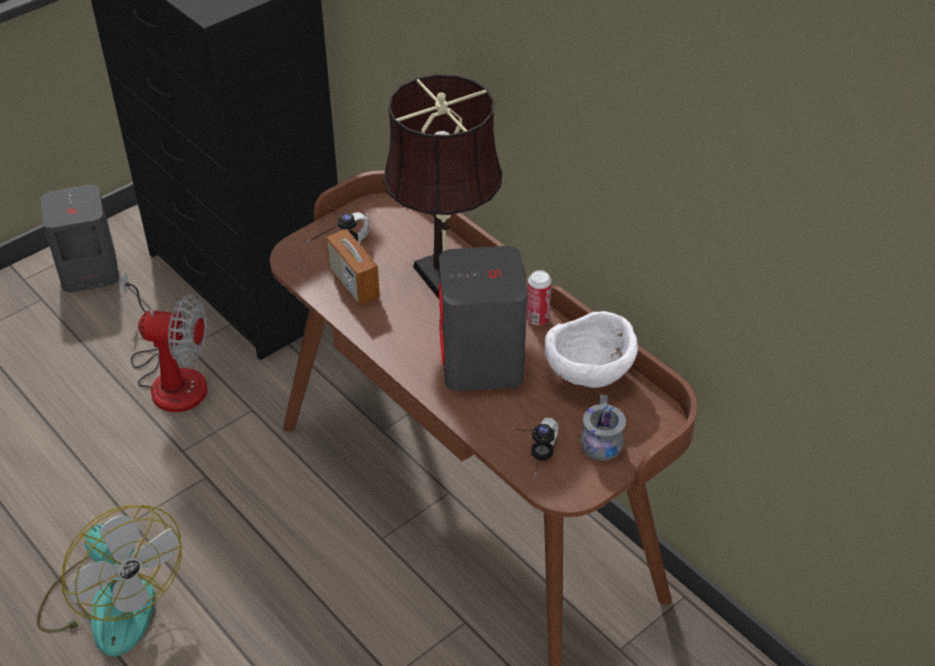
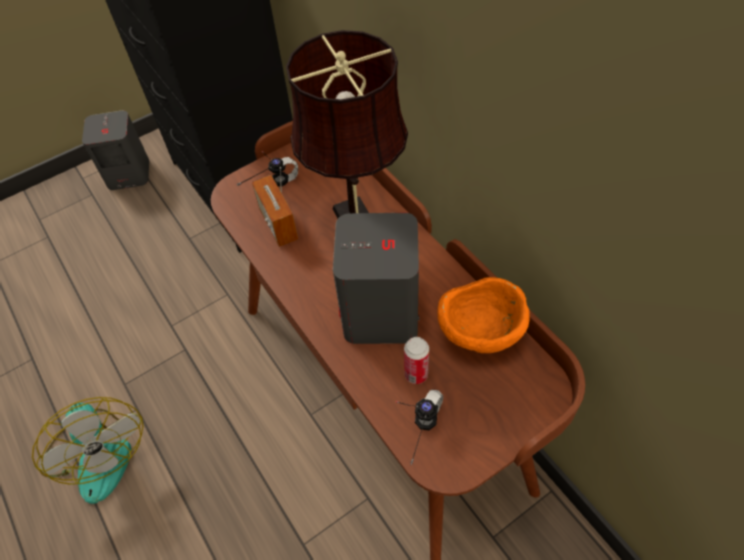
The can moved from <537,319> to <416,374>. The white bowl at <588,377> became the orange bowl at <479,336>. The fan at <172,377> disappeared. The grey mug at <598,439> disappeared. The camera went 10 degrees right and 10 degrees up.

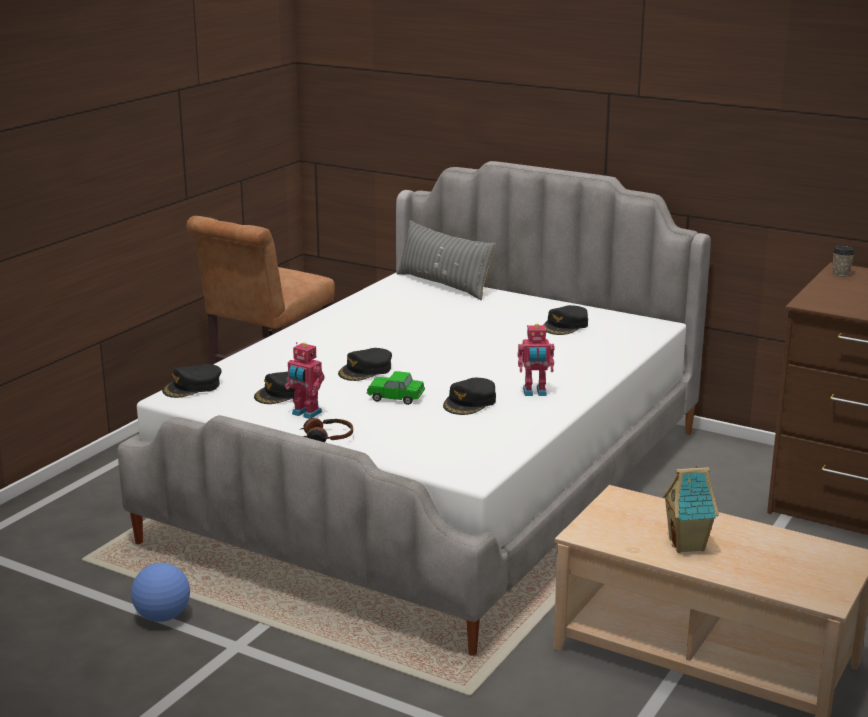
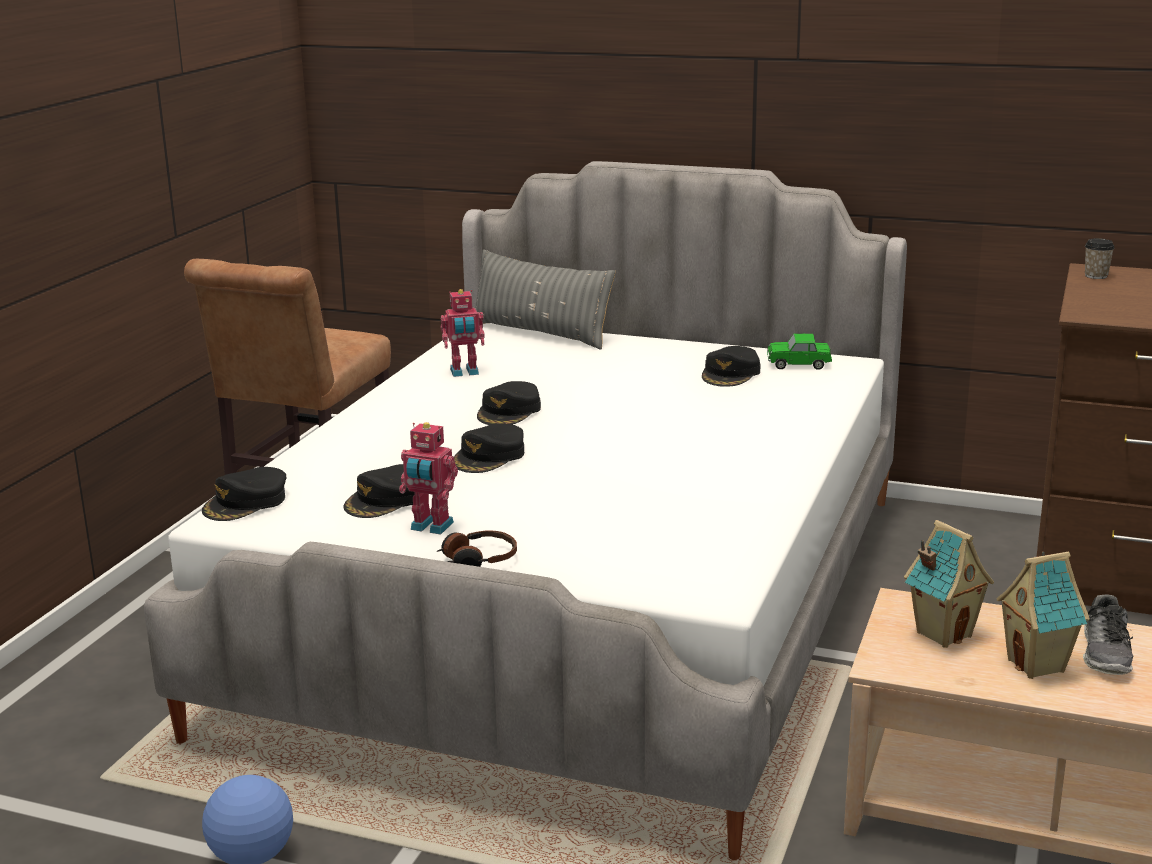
The toy robot moved from <535,392> to <464,372>. The black cap moved from <470,403> to <509,412>. The toy car moved from <395,398> to <798,364>. The toy house at <943,633> appeared. The shoe at <1106,654> appeared. The camera went 10 degrees left and 0 degrees up.

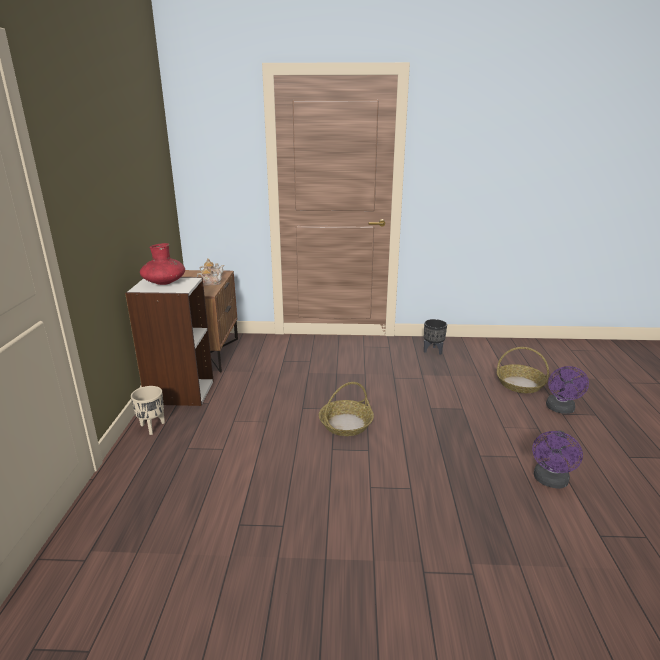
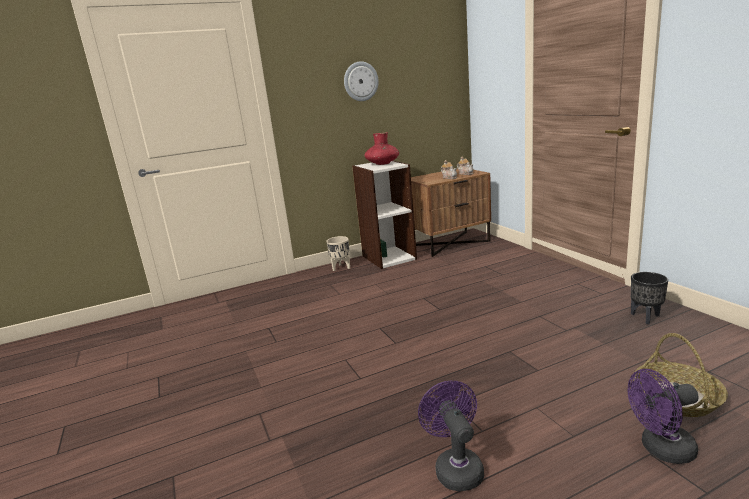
The wall clock at <360,81> appeared. The purple fan at <550,481> turned 75 degrees clockwise. The basket at <346,424> disappeared. The camera went 65 degrees right and 5 degrees down.

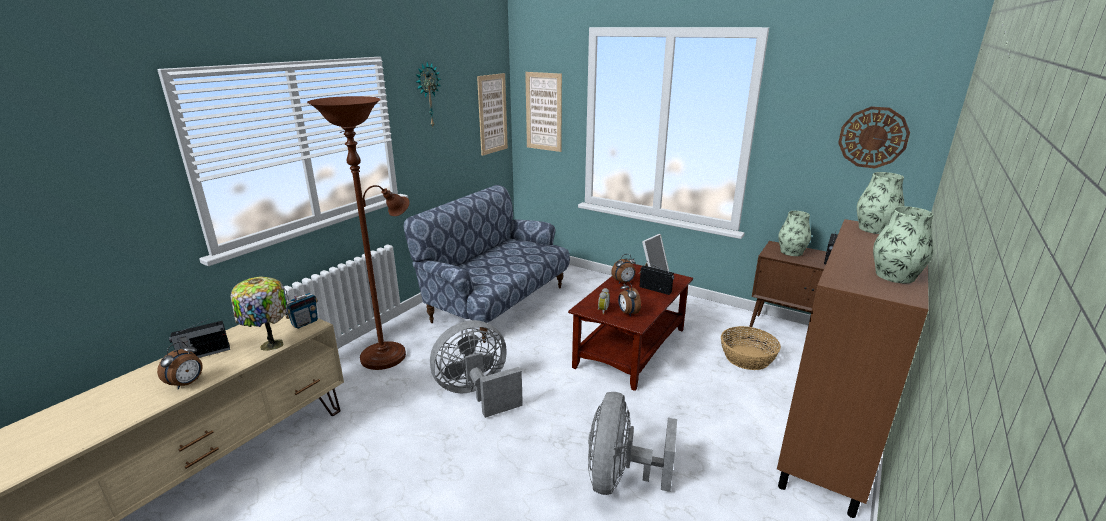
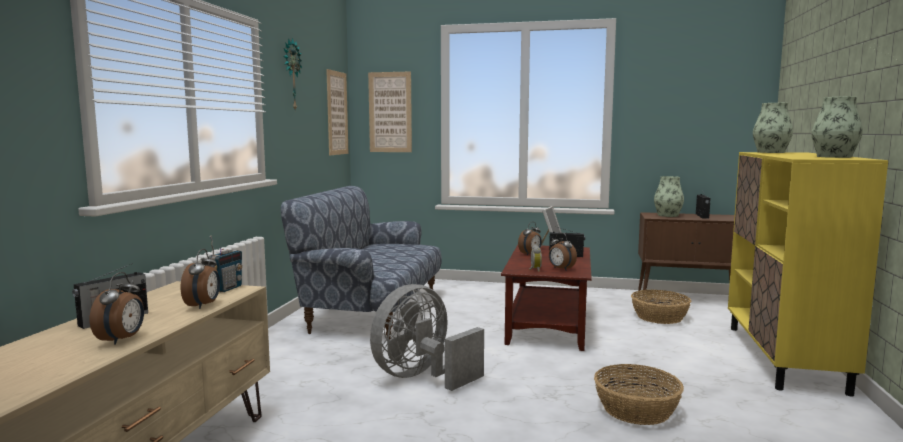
The table lamp at <270,346> was replaced by the alarm clock at <203,305>. The grey fan at <620,478> was replaced by the basket at <637,410>. The brown cabinet at <828,444> became the yellow cabinet at <783,358>. The brown floor lamp at <388,354> disappeared. The wall clock at <873,137> disappeared. The camera went 20 degrees left and 15 degrees down.

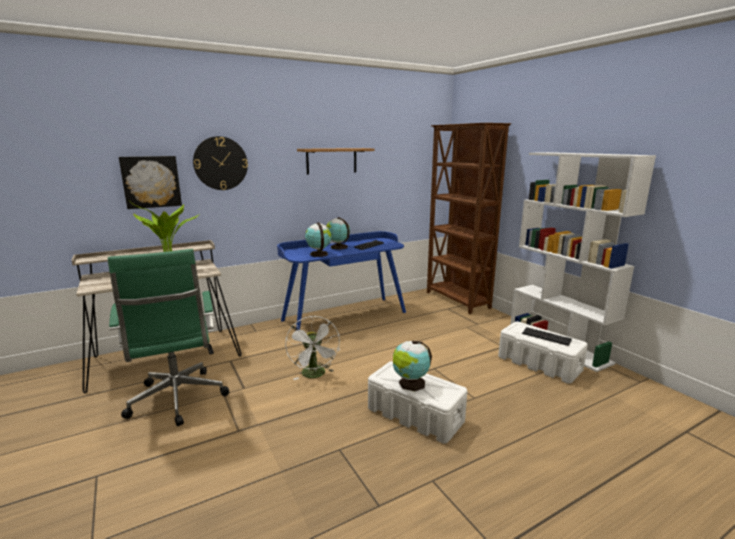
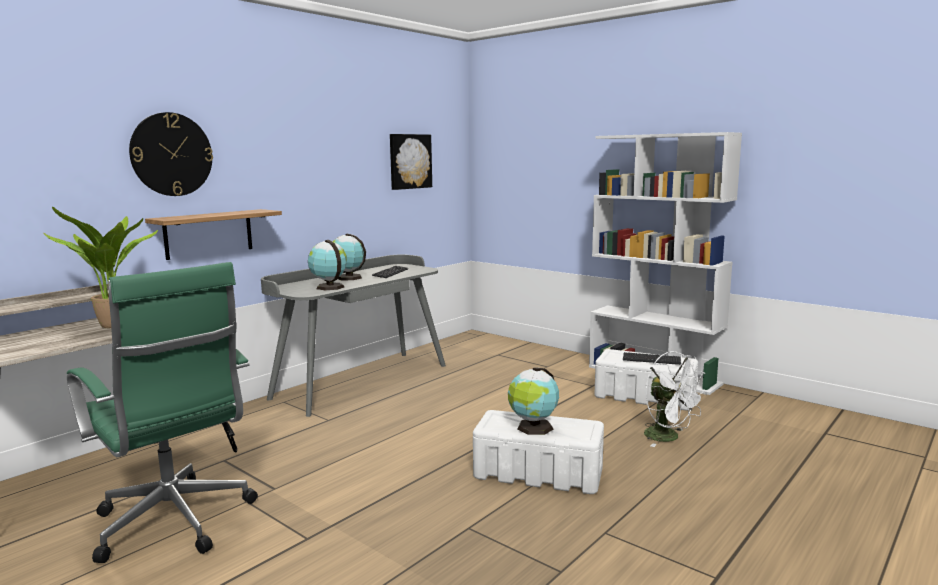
The shelf moved from <331,161> to <209,234>. The blue desk at <344,316> became the grey desk at <361,381>. The picture moved from <151,181> to <409,161>. The white fan moved from <315,375> to <668,438>. The brown bookcase at <457,300> disappeared. The camera went 20 degrees left and 5 degrees down.

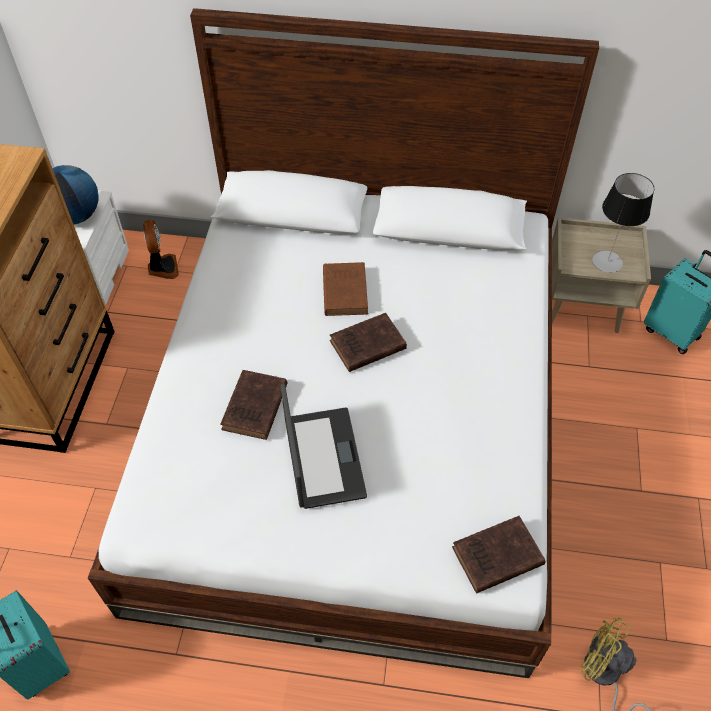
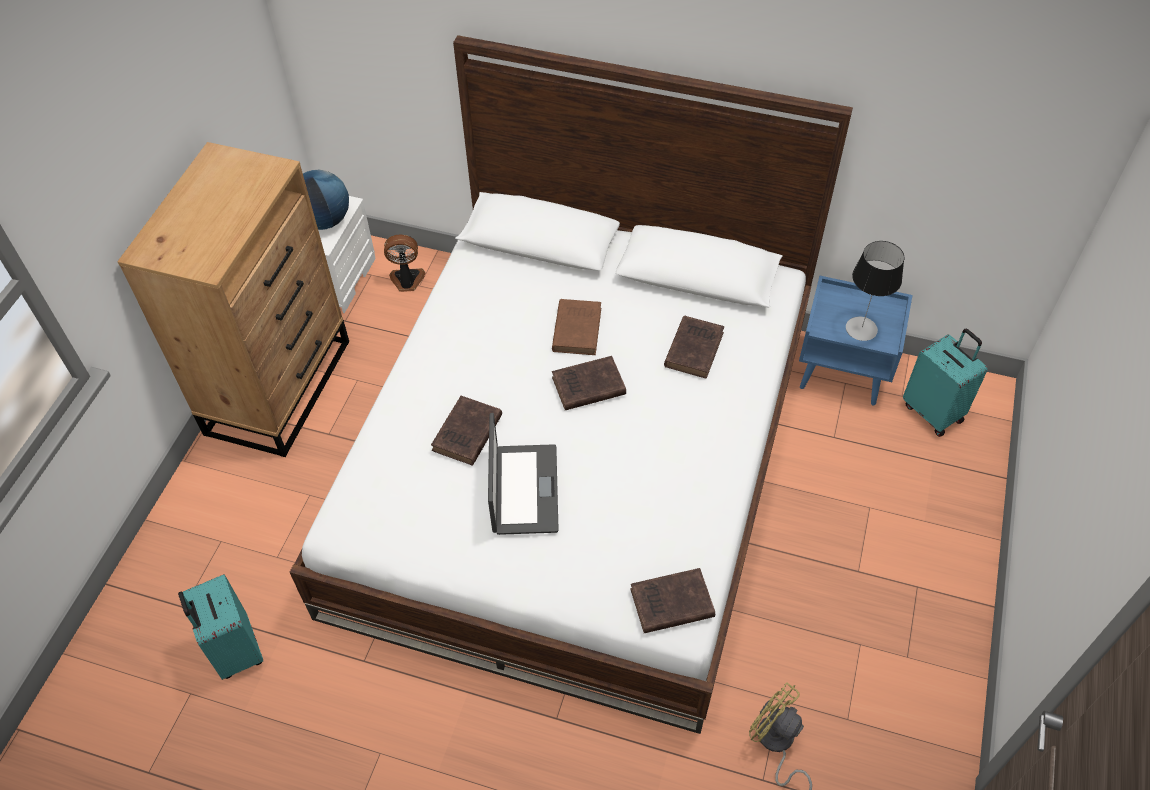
The fan at <162,267> turned 90 degrees counterclockwise. The brown book at <694,348> appeared. The beige nightstand at <583,306> became the blue nightstand at <843,372>. The camera went 10 degrees right and 0 degrees up.

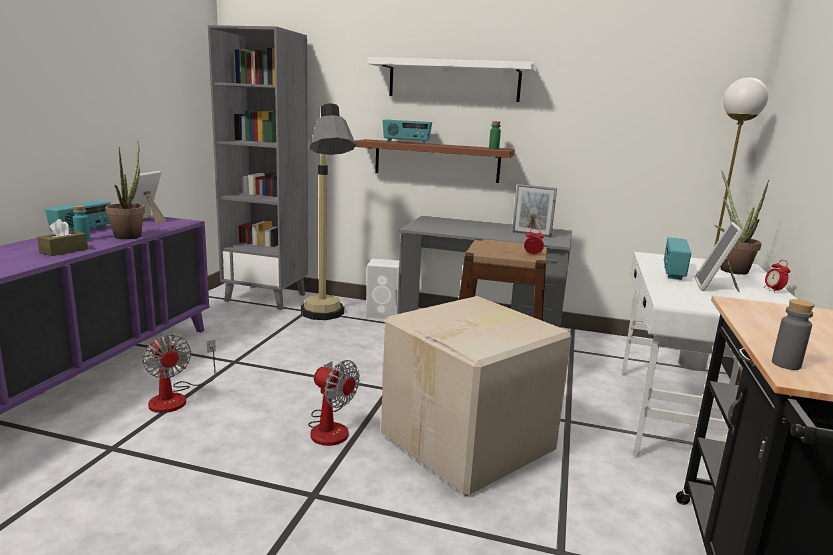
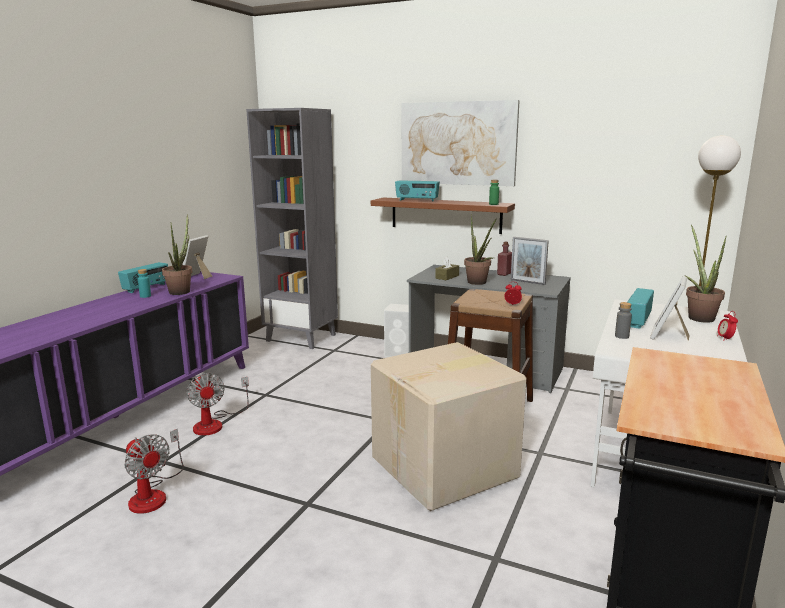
The fan moved from <330,427> to <153,494>. The white shelf at <453,80> was replaced by the picture at <458,143>. The brown tissue box moved from <64,251> to <447,277>. The potted plant at <479,283> appeared. The red bottle at <504,274> appeared. The grey bottle moved from <786,364> to <621,336>. The floor lamp at <326,319> disappeared. The camera went 10 degrees right and 0 degrees up.

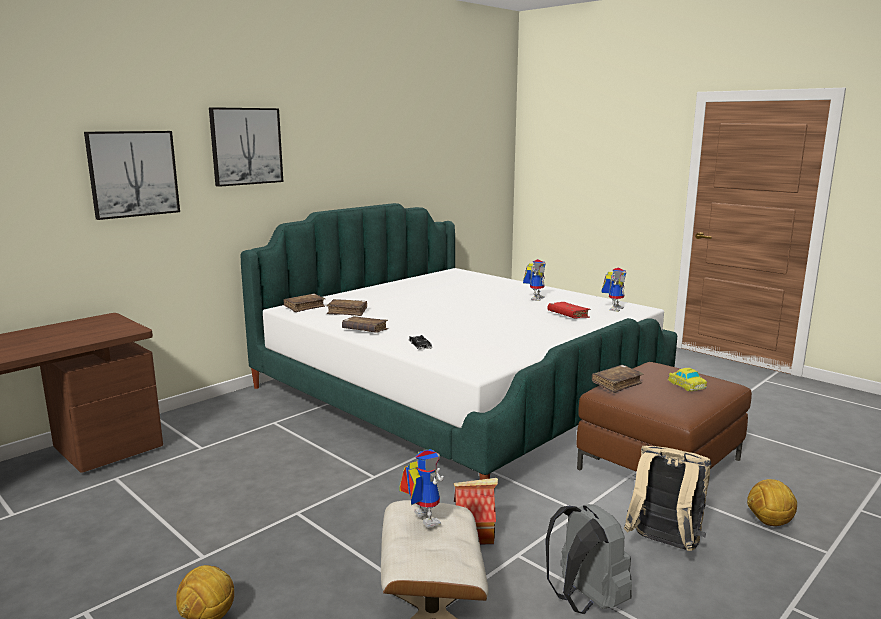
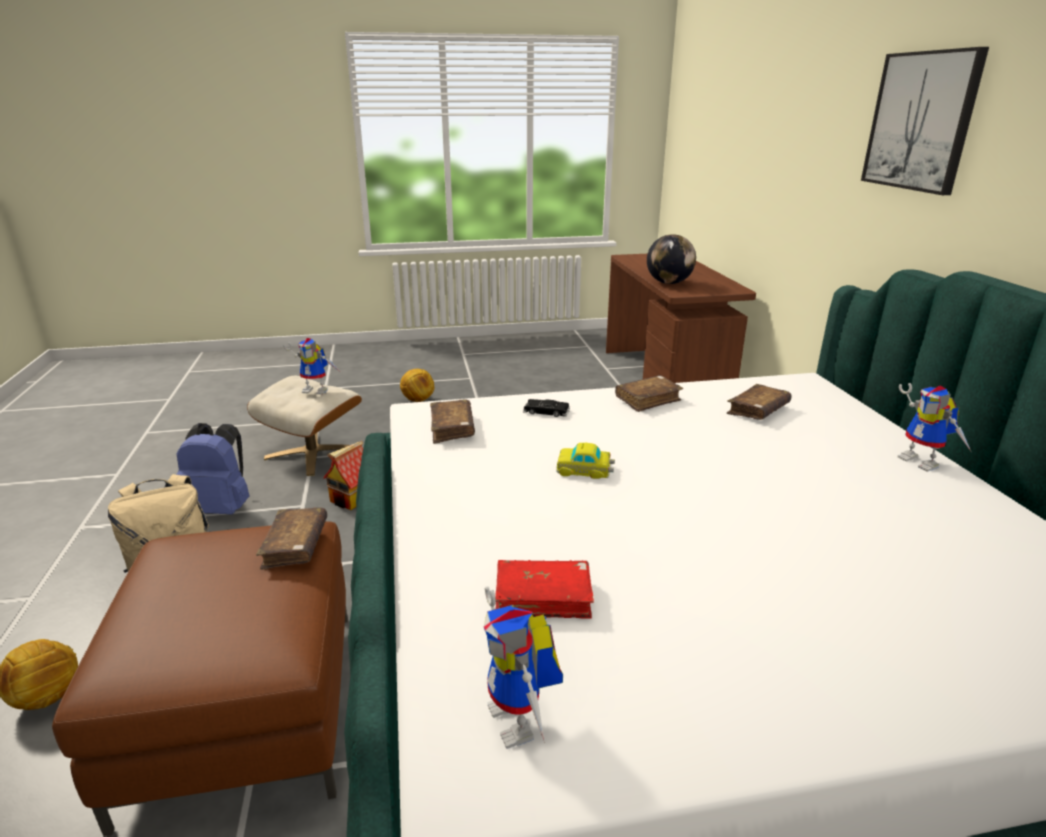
The grey backpack at <585,600> became the blue backpack at <221,508>. The brown book moved from <304,307> to <452,428>. The toy car moved from <686,385> to <585,469>. The globe at <669,283> appeared. The toy robot moved from <535,298> to <924,462>. The picture at <133,174> disappeared. The camera went 125 degrees right and 10 degrees up.

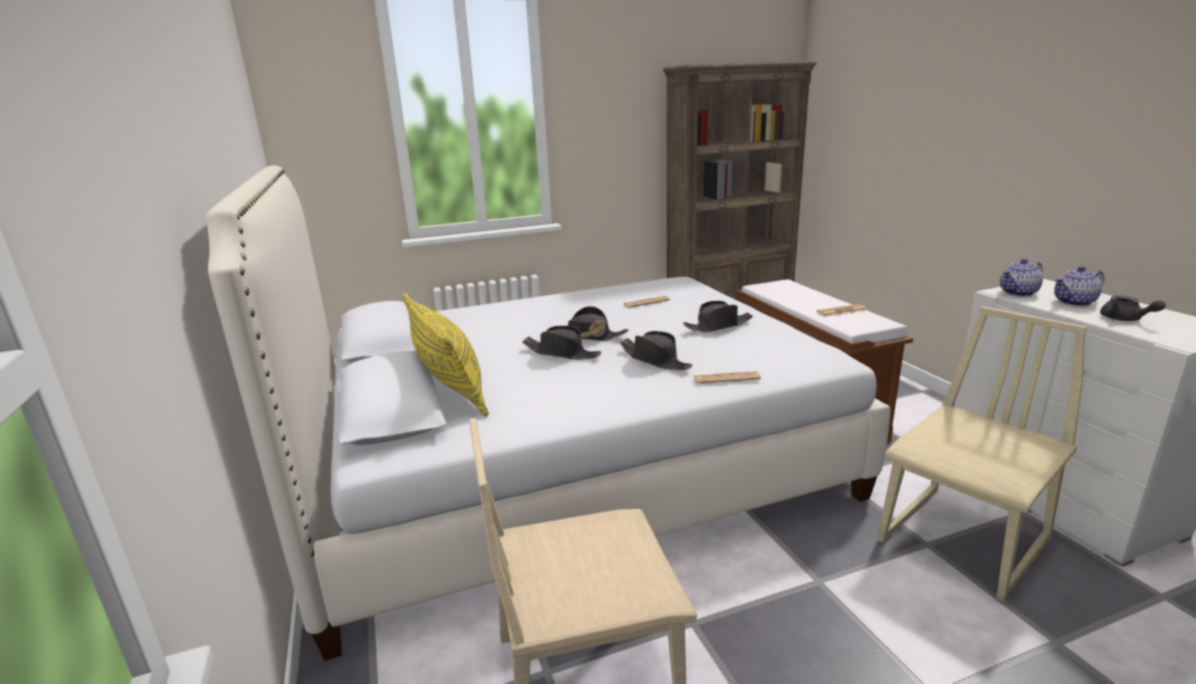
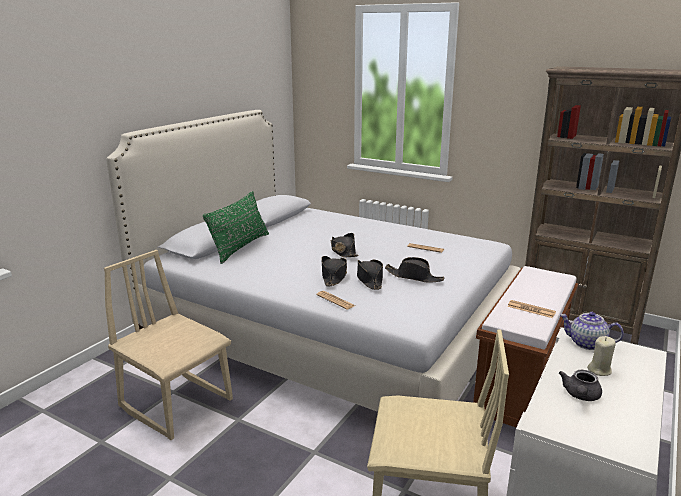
The yellow pillow at <449,388> became the green pillow at <240,247>. The black hat moved from <561,353> to <369,279>. The teapot at <1074,302> was replaced by the beige candle at <599,370>. The camera went 50 degrees right and 0 degrees up.

